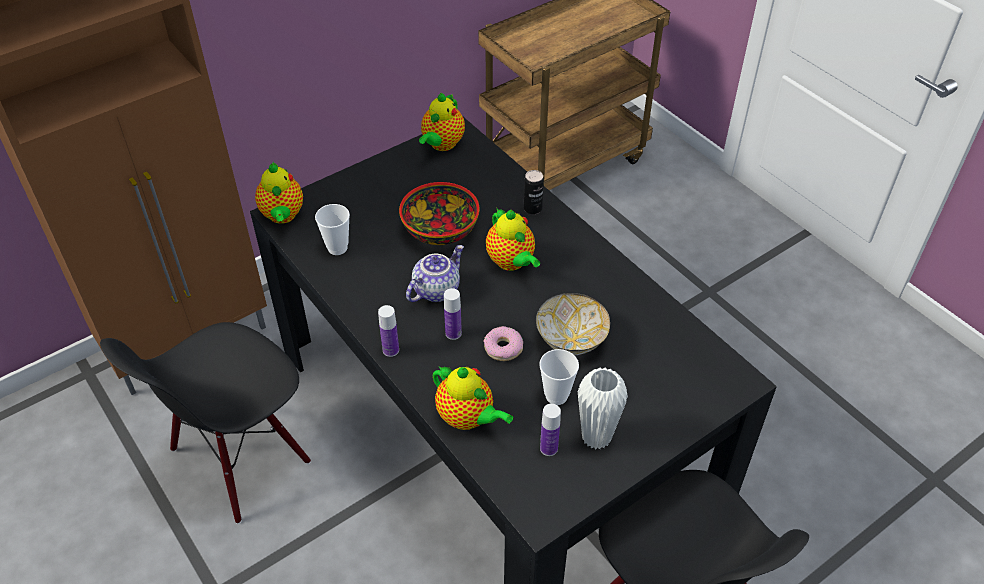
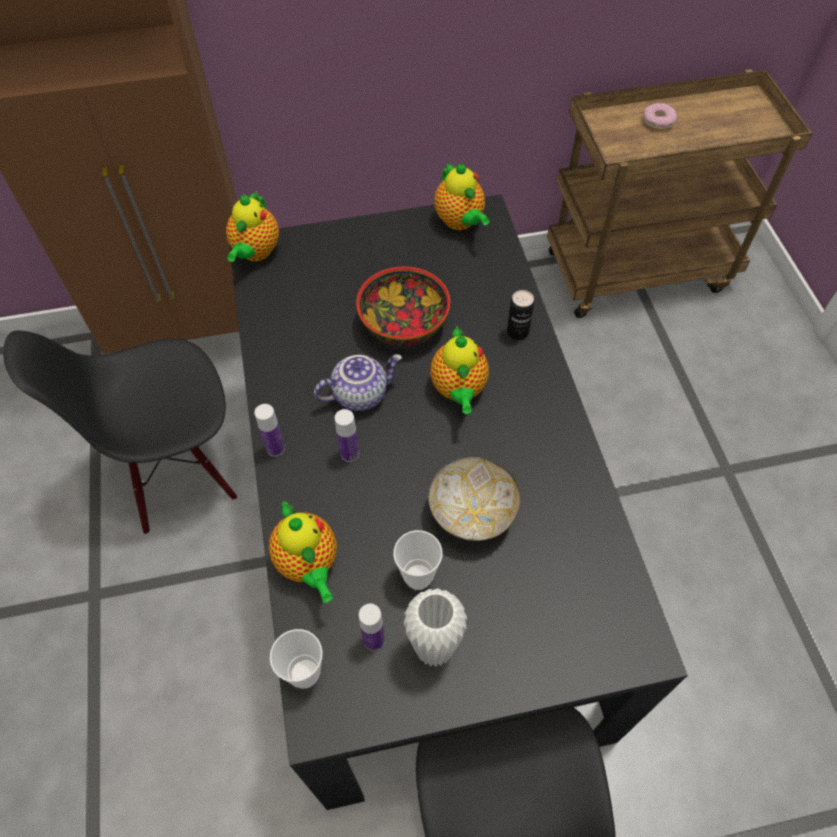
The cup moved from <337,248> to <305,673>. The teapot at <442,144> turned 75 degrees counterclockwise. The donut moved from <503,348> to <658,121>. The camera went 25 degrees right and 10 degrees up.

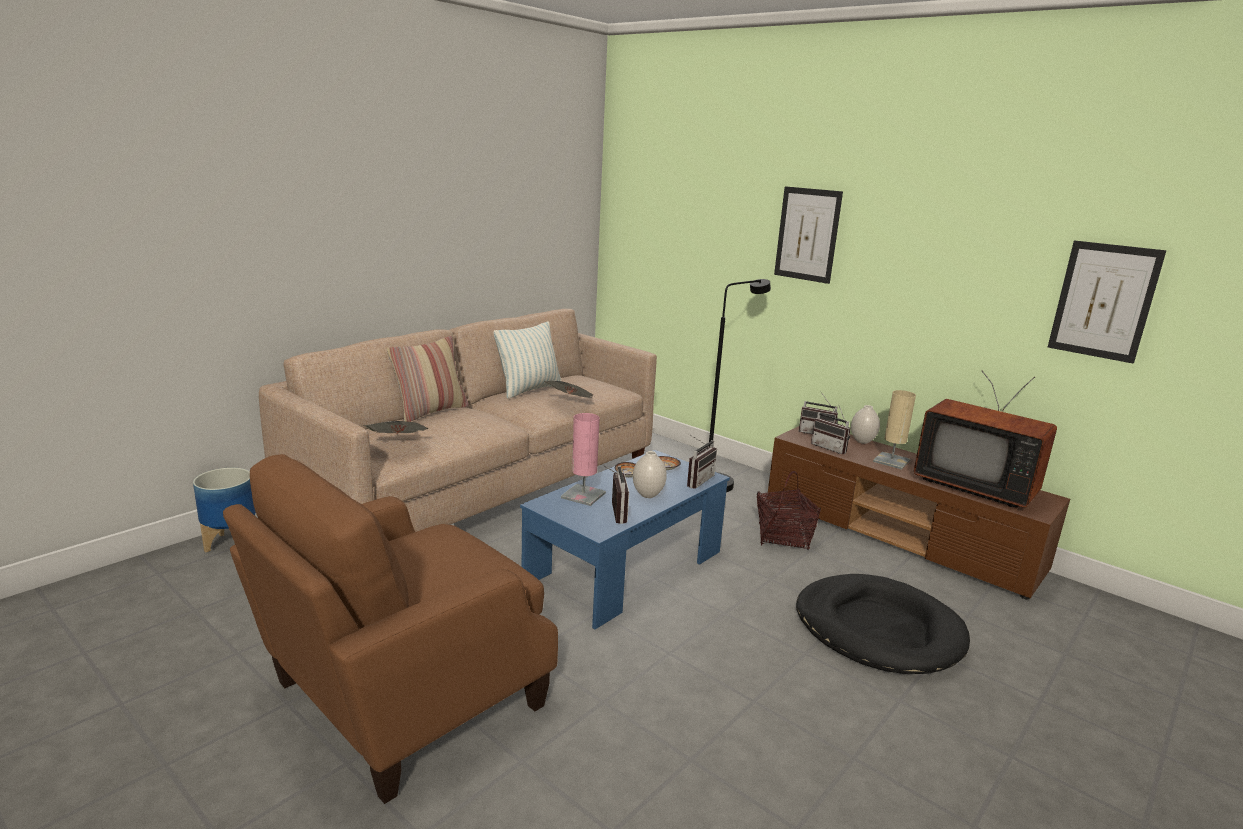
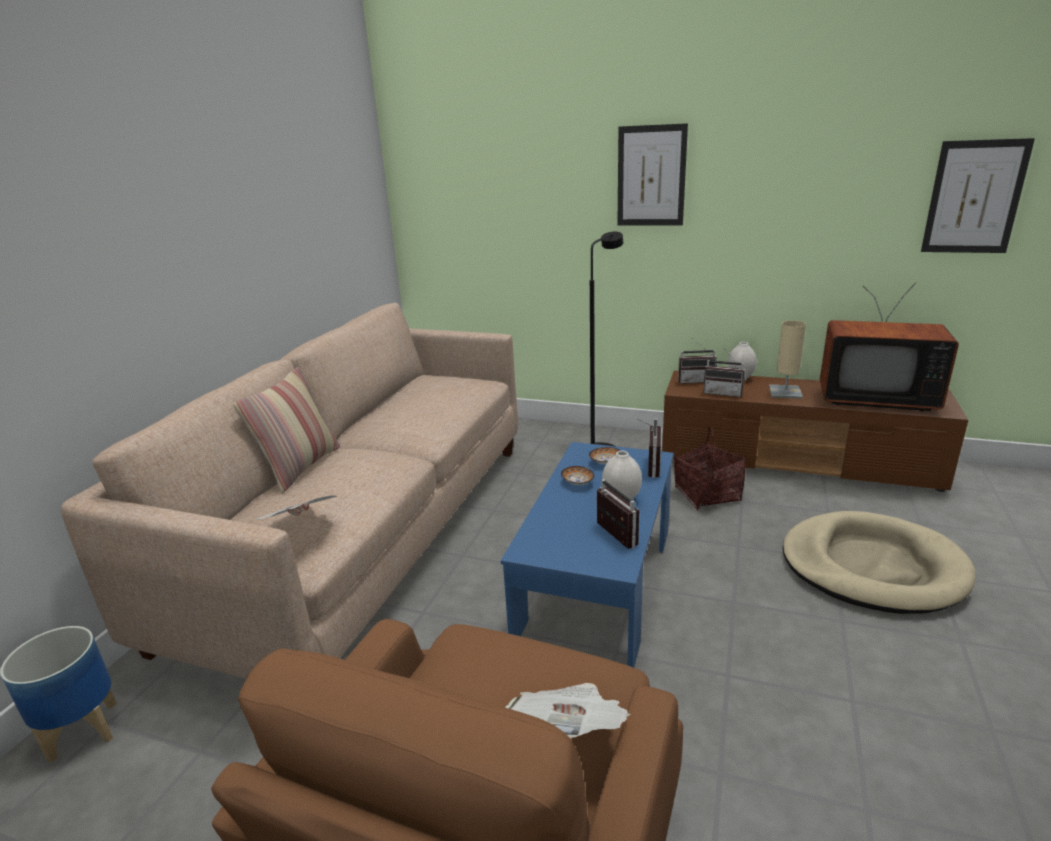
The newspaper moved from <571,403> to <567,733>. The black dog bed at <878,629> became the beige dog bed at <872,567>. The pillow at <529,390> disappeared. The pink table lamp at <583,495> disappeared. The camera went 20 degrees left and 5 degrees up.

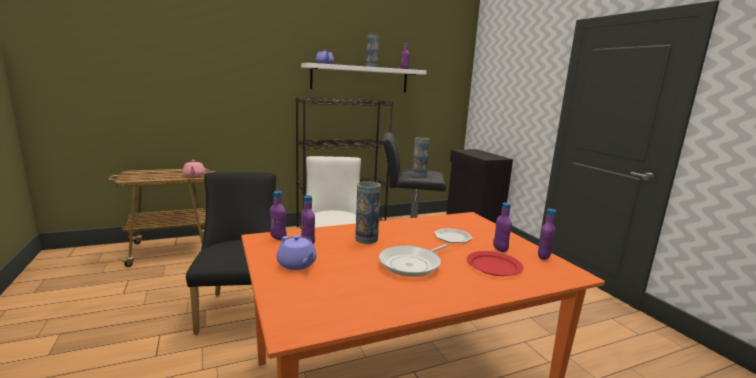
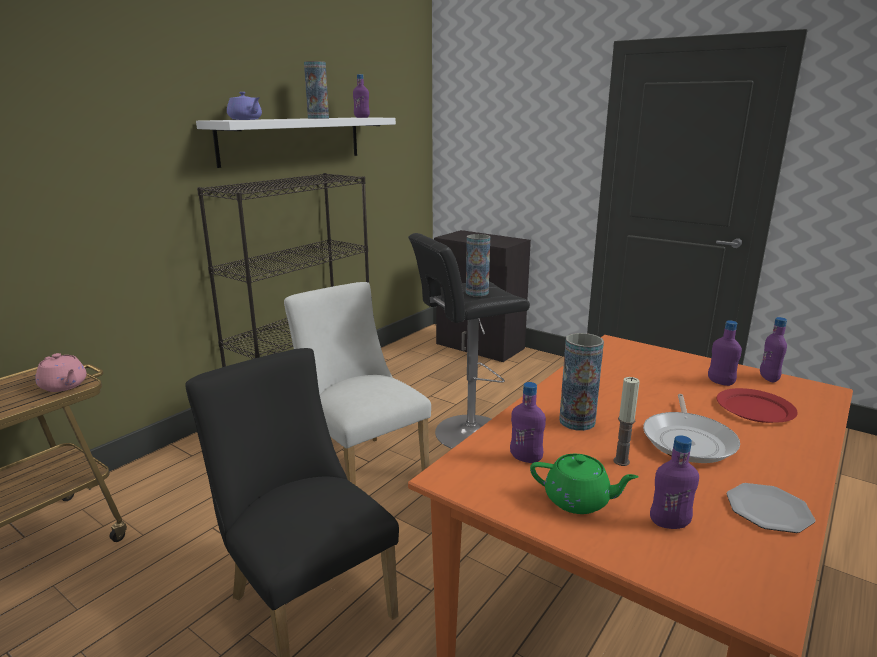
The purple teapot at <297,264> became the green teapot at <578,500>. The candle at <621,461> appeared. The purple bottle moved from <278,238> to <669,524>. The plate moved from <453,237> to <769,510>. The camera went 30 degrees left and 5 degrees up.

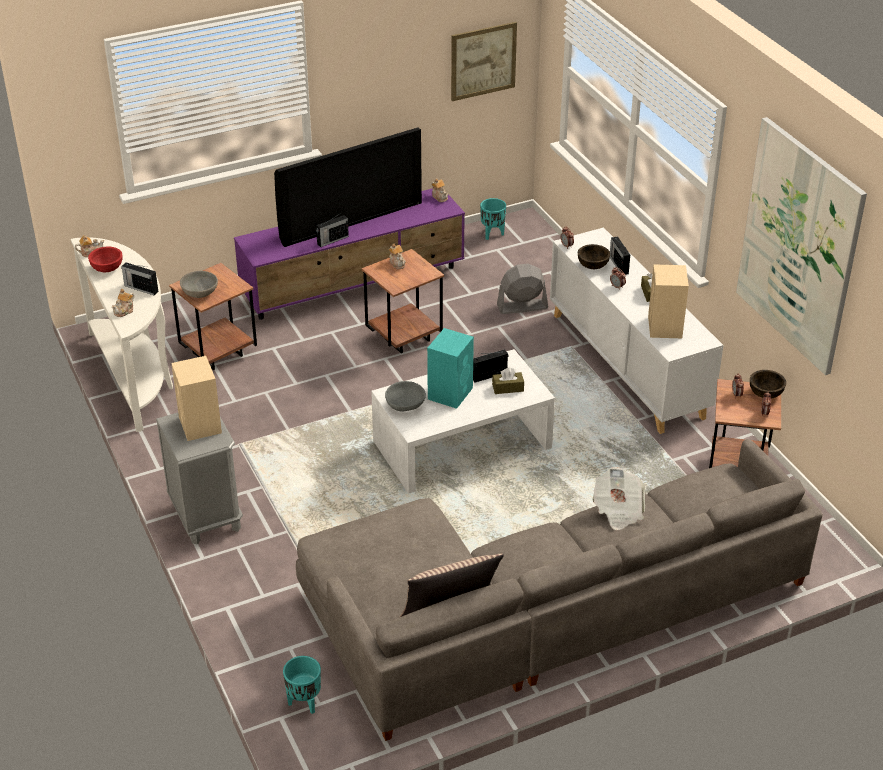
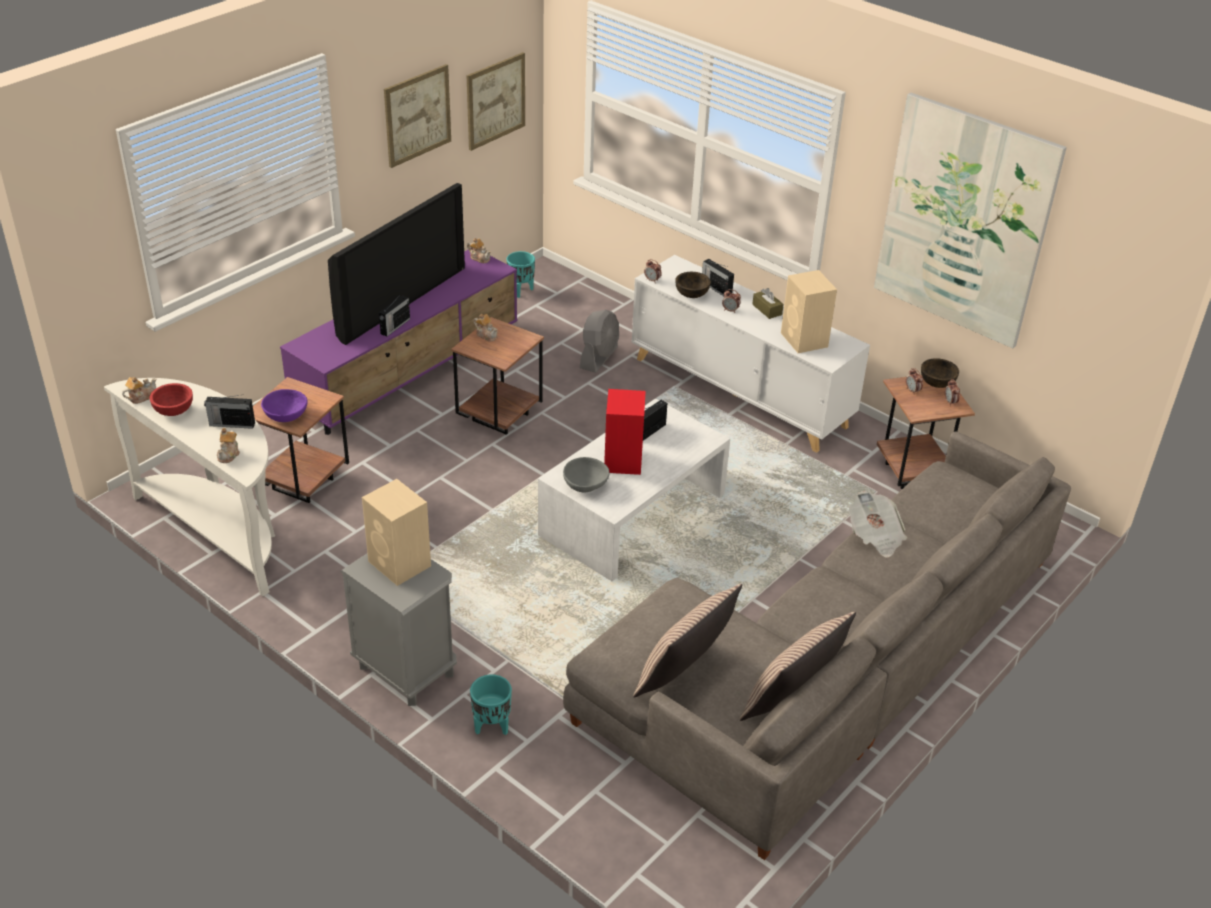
The grey bowl at <200,293> became the purple bowl at <286,415>. The picture at <417,115> appeared. The turquoise planter moved from <304,702> to <491,726>. The grey fan at <522,306> turned 150 degrees clockwise. The turquoise speaker at <450,393> became the red speaker at <623,459>. The pillow at <684,676> appeared. The brown tissue box at <508,388> disappeared. The camera went 25 degrees left and 0 degrees up.

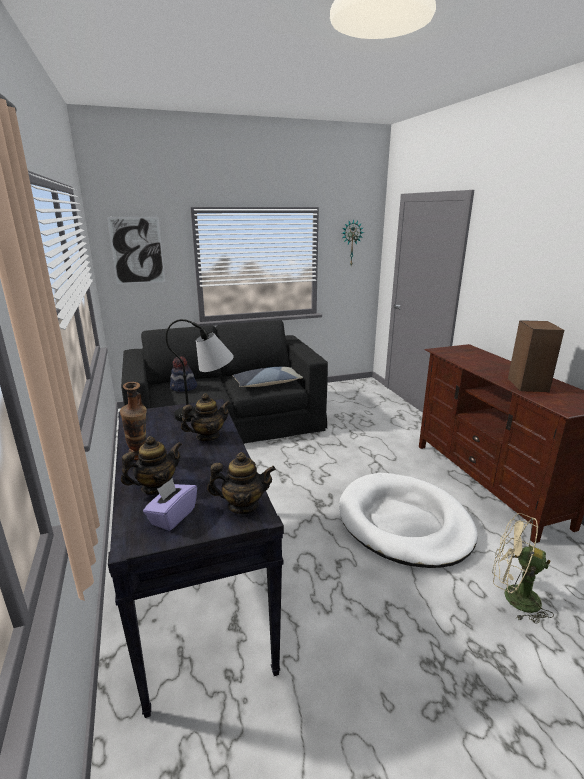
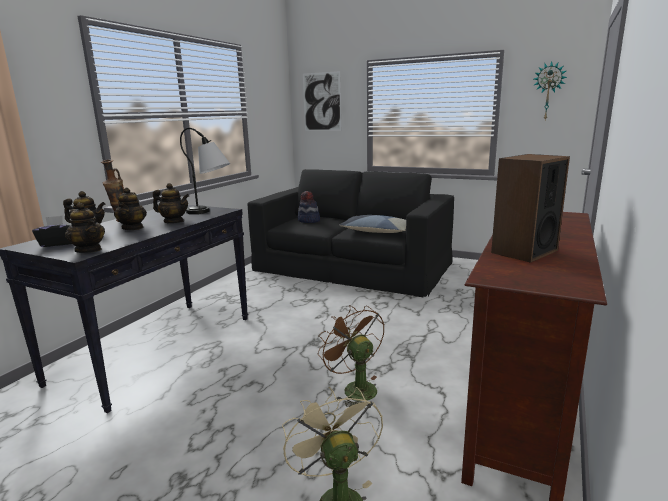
The purple tissue box at <172,516> became the black tissue box at <58,243>. The teapot at <133,228> appeared. The white dog bed at <404,523> was replaced by the brown fan at <354,388>. The camera went 45 degrees right and 5 degrees down.

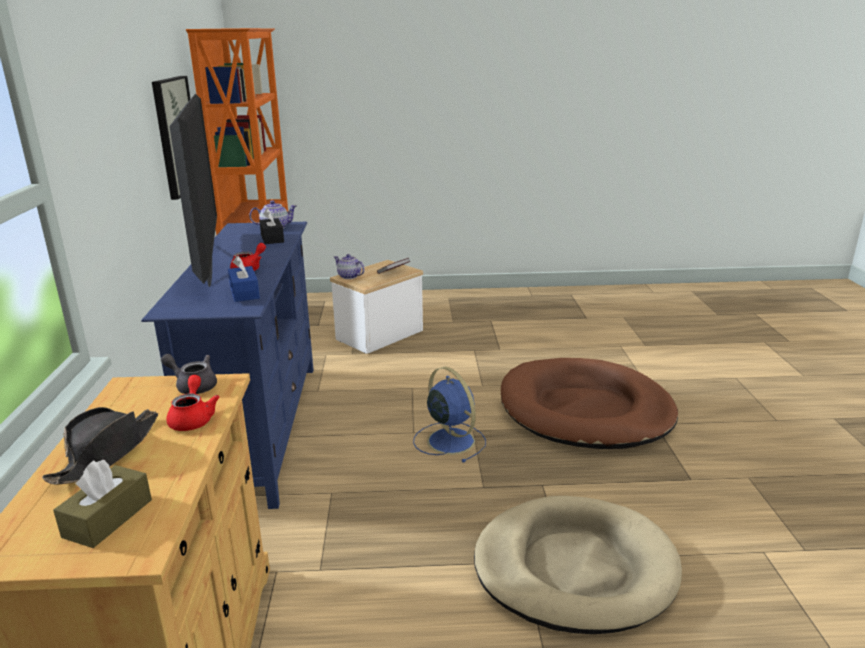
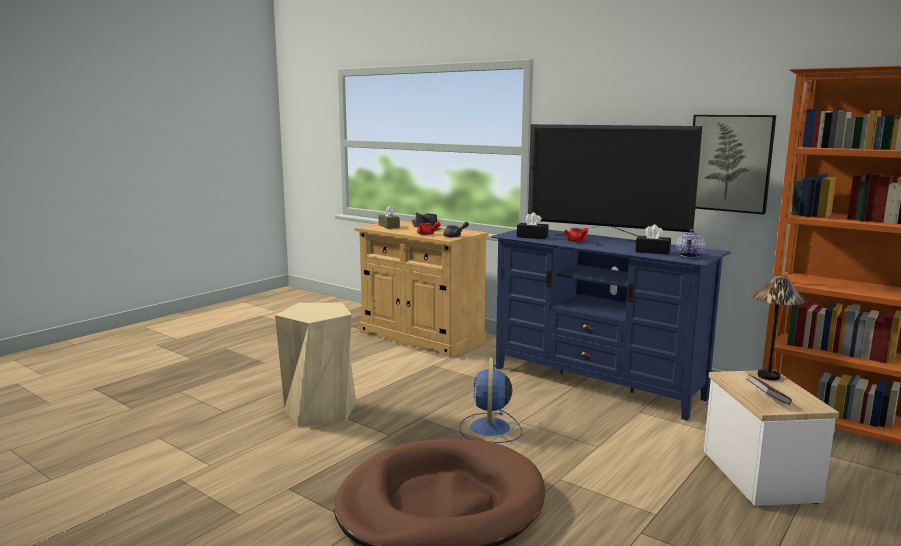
The beige dog bed at <574,568> was replaced by the beige stool at <320,410>. The blue fan at <449,440> turned 90 degrees clockwise. The blue tissue box at <244,292> became the black tissue box at <532,237>. The teapot at <349,276> was replaced by the table lamp at <768,376>. The camera went 130 degrees right and 10 degrees down.

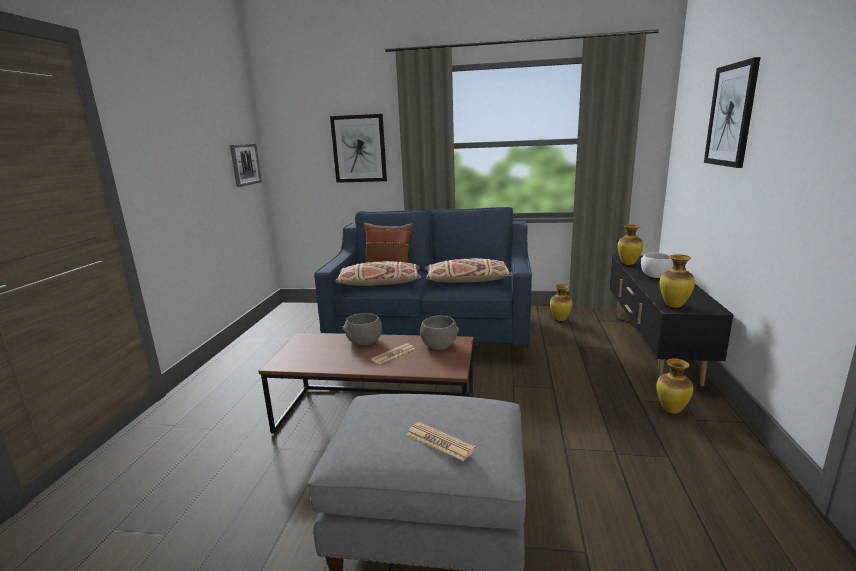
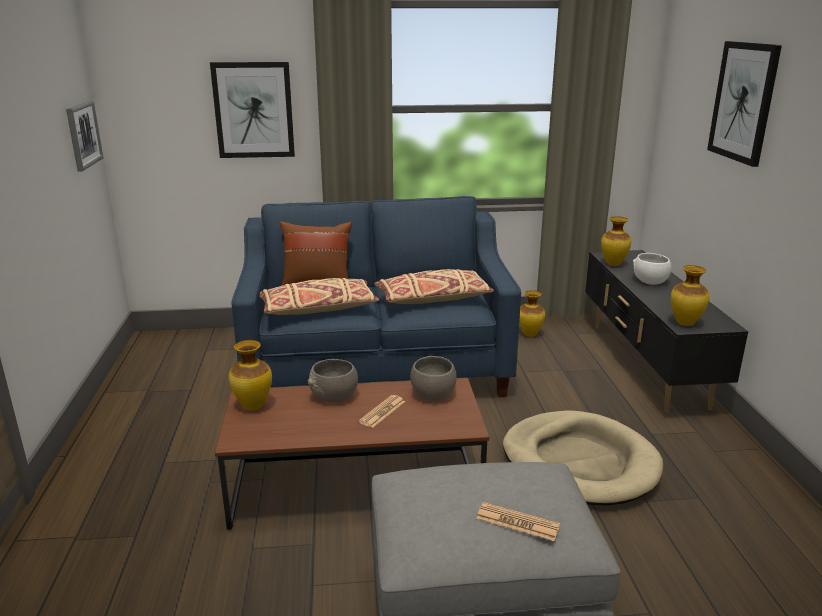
The vase moved from <670,410> to <252,406>. The beige dog bed at <579,462> appeared. The camera went 15 degrees left and 5 degrees up.

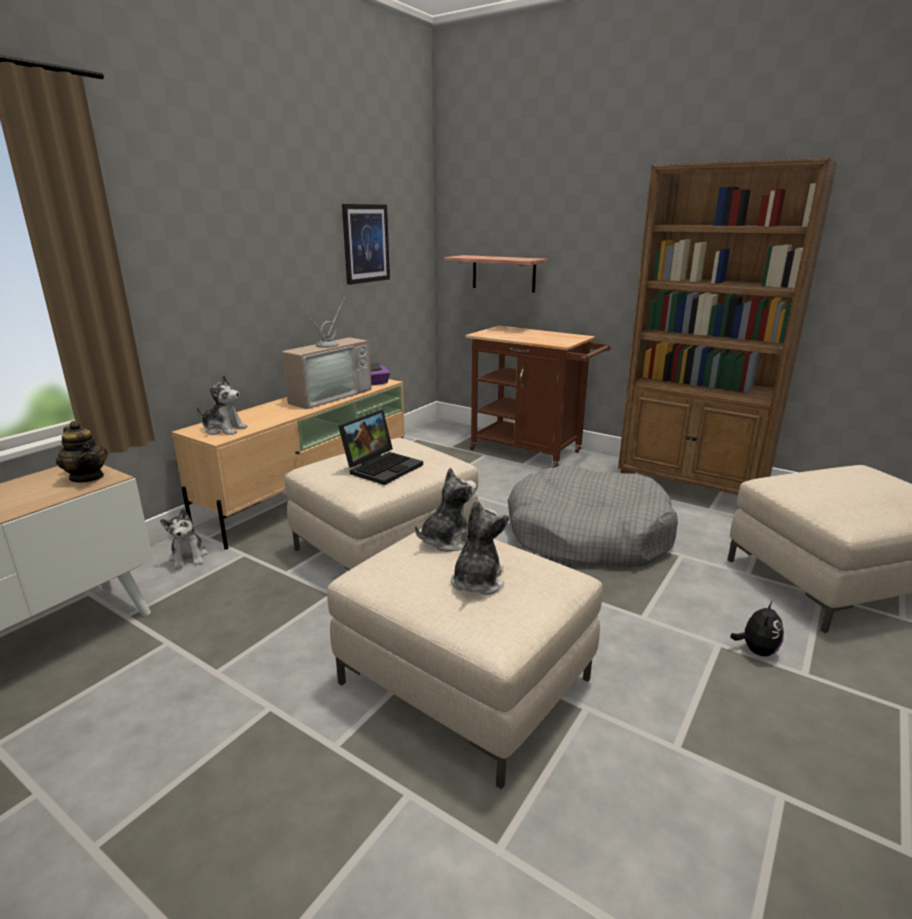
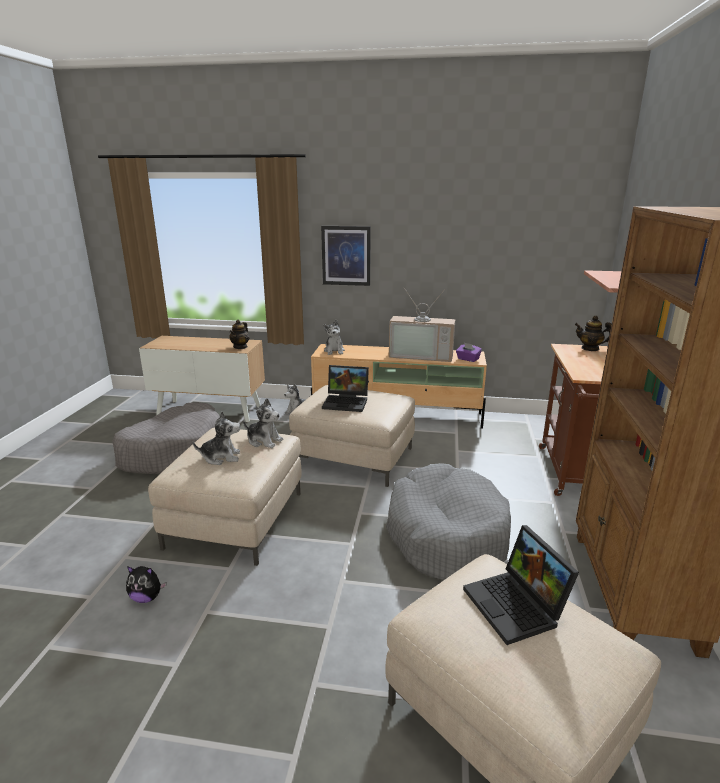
The grey dog bed at <172,450> appeared. The plush toy moved from <756,650> to <147,597>. The picture moved from <366,243> to <346,255>. The laptop at <517,606> appeared. The teapot at <590,348> appeared. The camera went 65 degrees right and 0 degrees up.

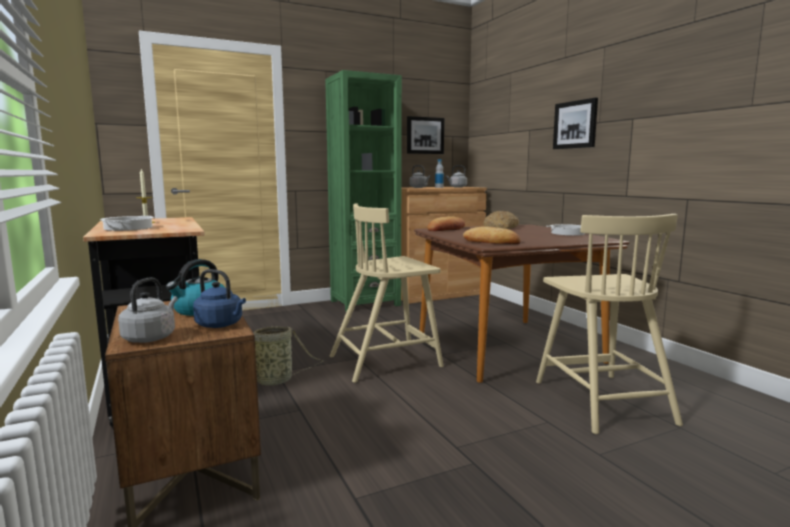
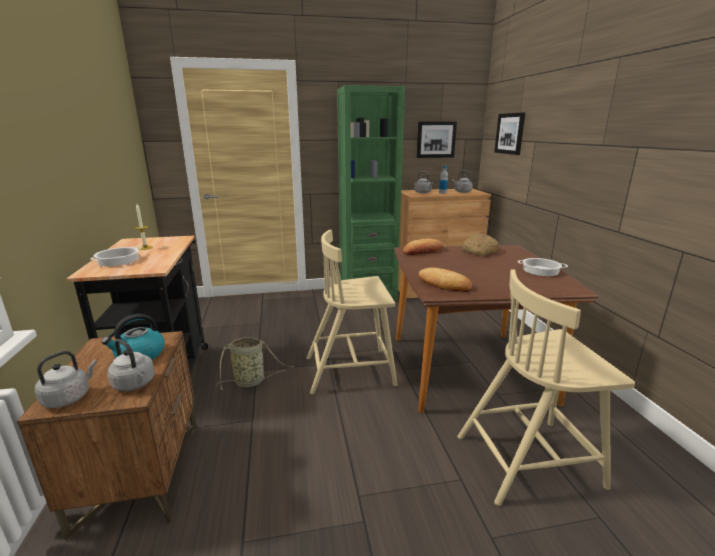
The blue kettle at <221,325> became the grey kettle at <135,384>. The beige chair at <601,400> turned 75 degrees clockwise. The picture moved from <575,124> to <510,133>. The camera went 15 degrees right and 10 degrees up.

